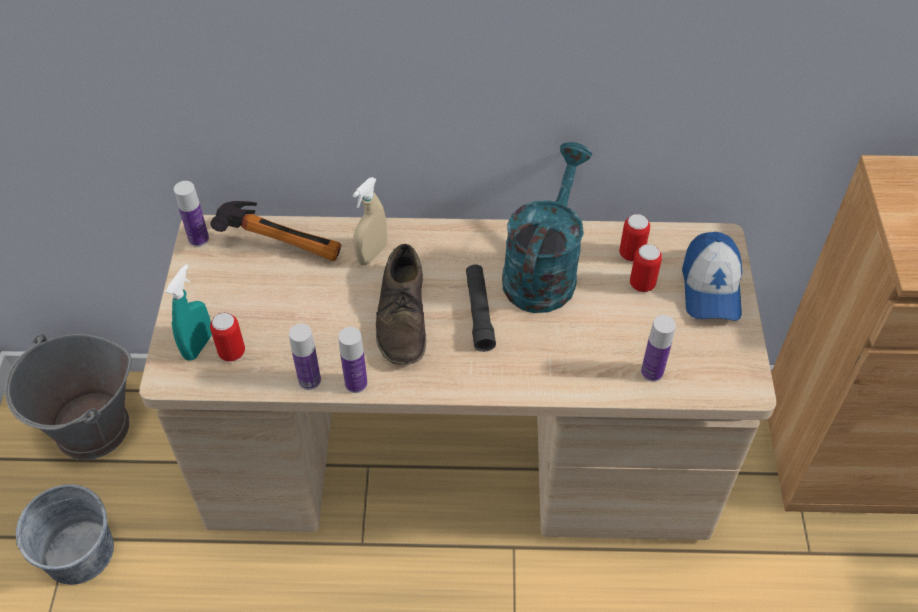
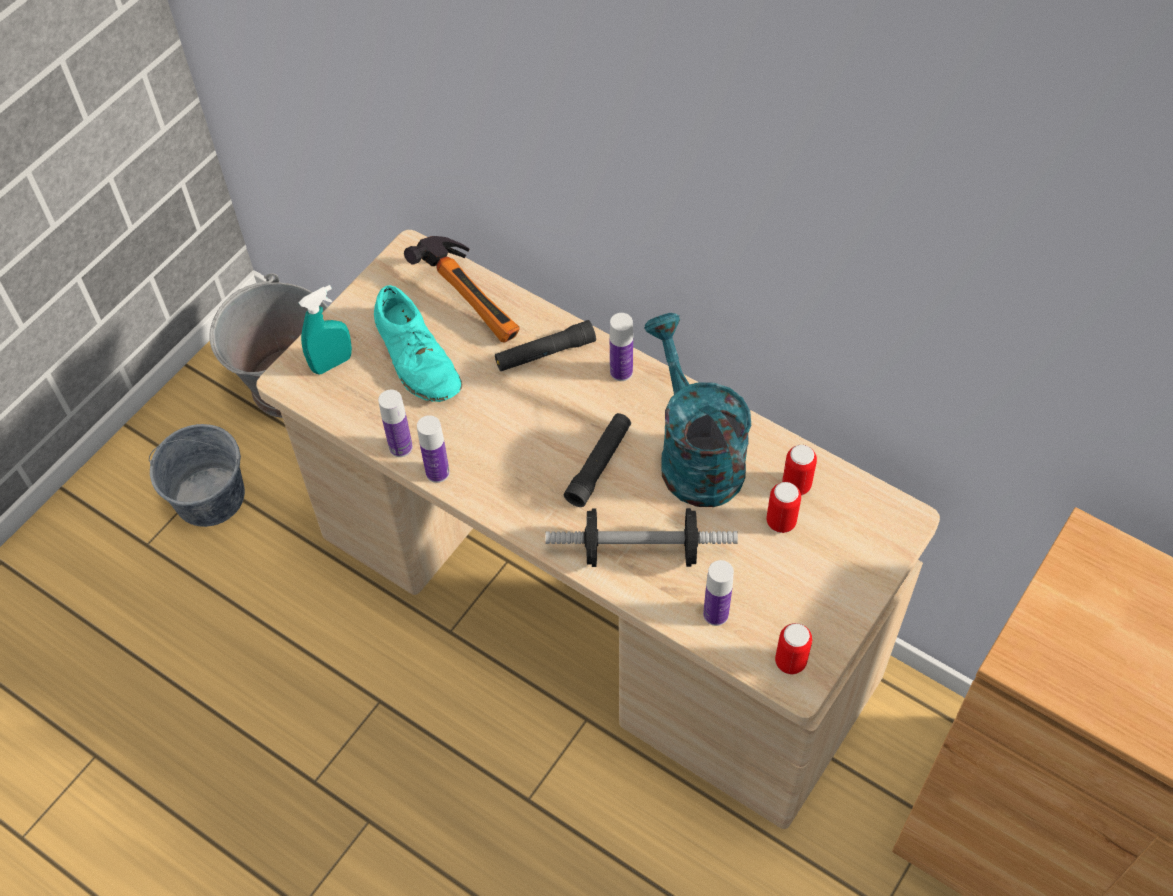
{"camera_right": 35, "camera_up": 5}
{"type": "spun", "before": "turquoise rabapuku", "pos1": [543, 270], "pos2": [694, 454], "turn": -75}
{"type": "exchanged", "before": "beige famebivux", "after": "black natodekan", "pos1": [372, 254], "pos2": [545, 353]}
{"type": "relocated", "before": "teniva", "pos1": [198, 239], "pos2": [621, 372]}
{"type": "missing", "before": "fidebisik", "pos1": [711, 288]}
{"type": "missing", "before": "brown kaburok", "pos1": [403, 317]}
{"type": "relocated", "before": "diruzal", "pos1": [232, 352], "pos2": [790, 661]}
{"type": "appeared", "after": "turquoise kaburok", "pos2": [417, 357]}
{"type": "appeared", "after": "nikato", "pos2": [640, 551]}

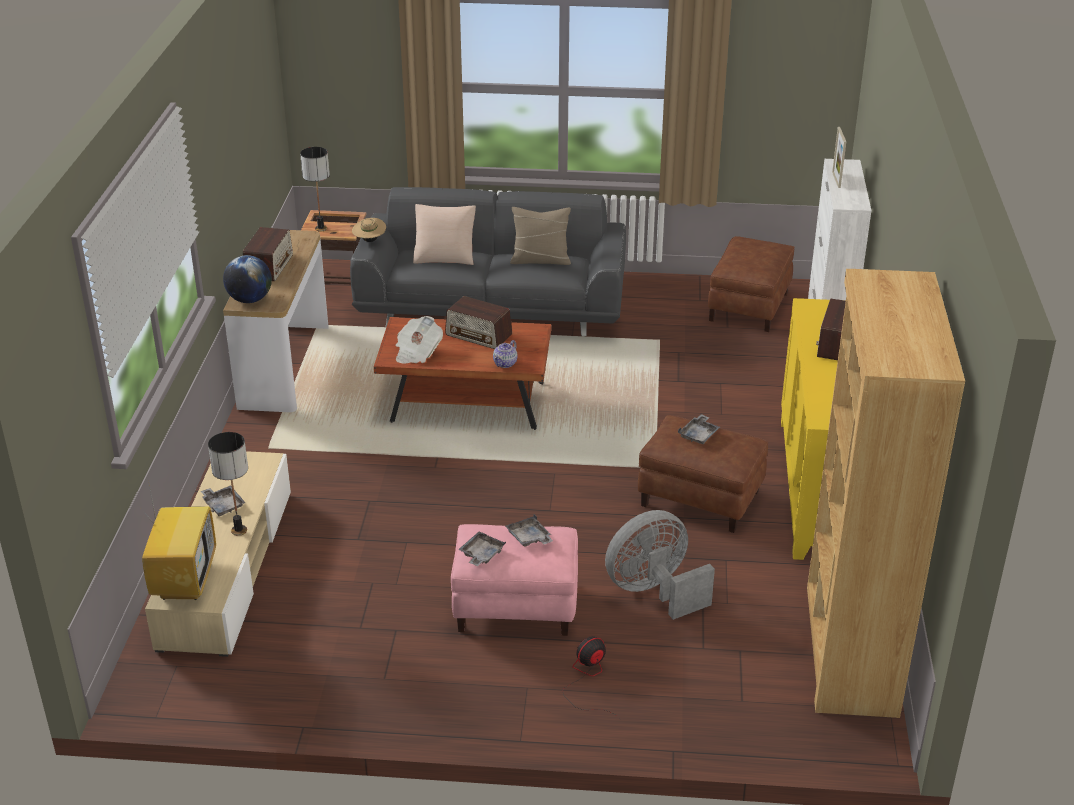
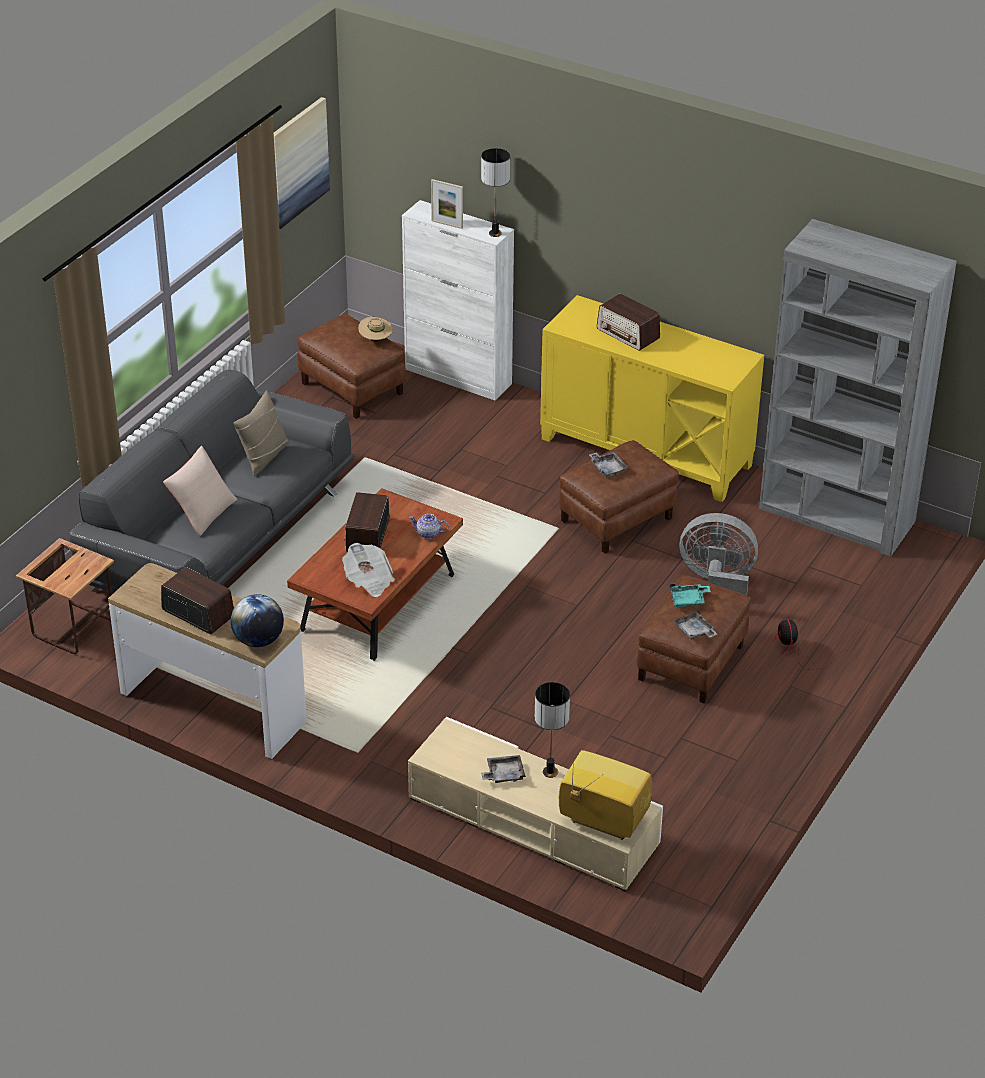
{"camera_right": -65, "camera_up": 5}
{"type": "relocated", "before": "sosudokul", "pos1": [320, 228], "pos2": [494, 233]}
{"type": "relocated", "before": "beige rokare", "pos1": [369, 240], "pos2": [376, 340]}
{"type": "colour", "before": "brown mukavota", "after": "grey mukavota", "pos1": [849, 650], "pos2": [837, 516]}
{"type": "spun", "before": "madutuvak", "pos1": [479, 335], "pos2": [367, 535], "turn": 135}
{"type": "spun", "before": "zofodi", "pos1": [505, 363], "pos2": [429, 534], "turn": 135}
{"type": "spun", "before": "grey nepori", "pos1": [654, 591], "pos2": [717, 584], "turn": 105}
{"type": "colour", "before": "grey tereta", "after": "turquoise tereta", "pos1": [529, 538], "pos2": [688, 600]}
{"type": "colour", "before": "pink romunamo", "after": "brown romunamo", "pos1": [515, 607], "pos2": [691, 663]}
{"type": "appeared", "after": "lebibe", "pos2": [298, 162]}

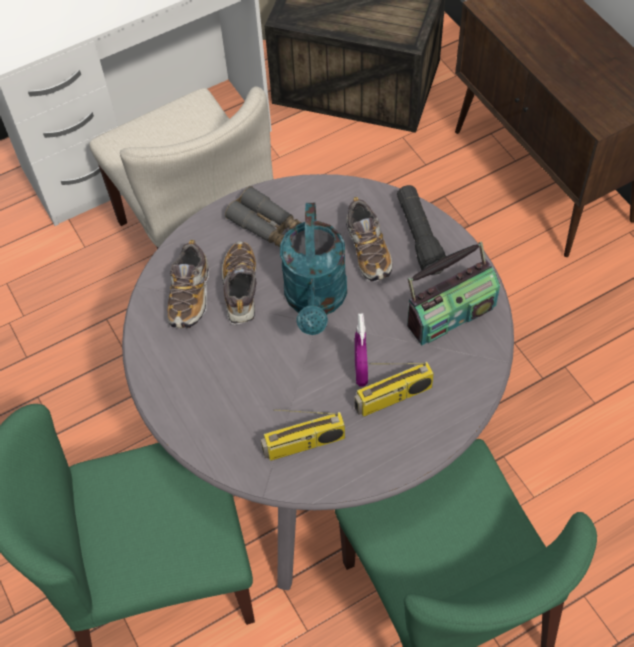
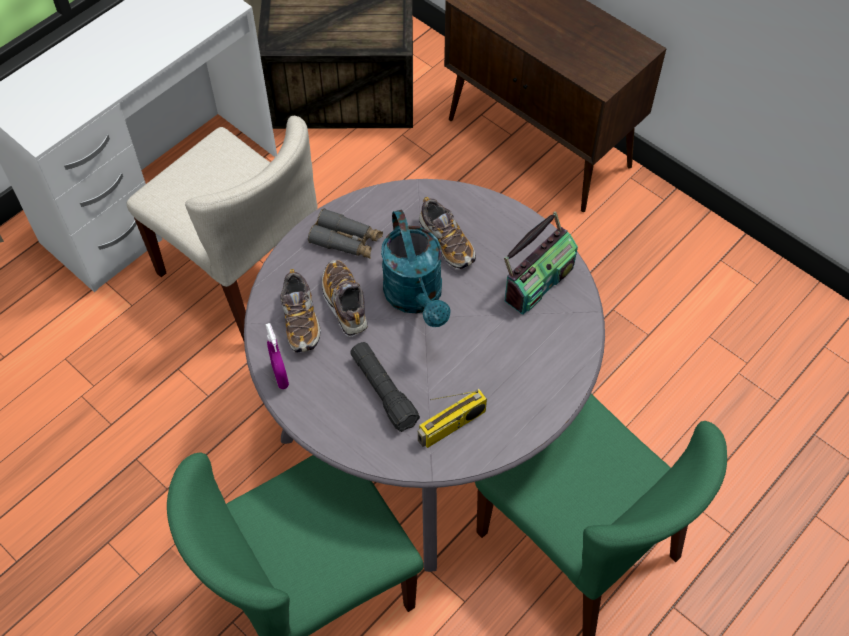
{"camera_right": -20, "camera_up": 0}
{"type": "relocated", "before": "black natodekan", "pos1": [419, 236], "pos2": [383, 391]}
{"type": "relocated", "before": "purple famebivux", "pos1": [361, 372], "pos2": [280, 376]}
{"type": "missing", "before": "madutuvak", "pos1": [393, 398]}

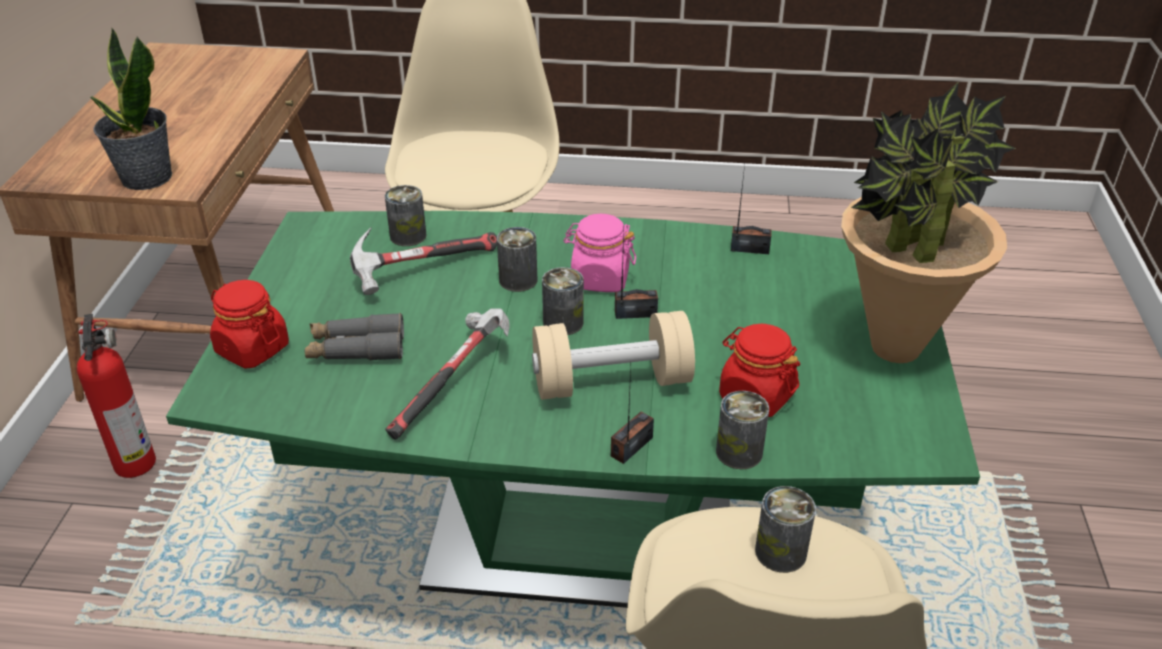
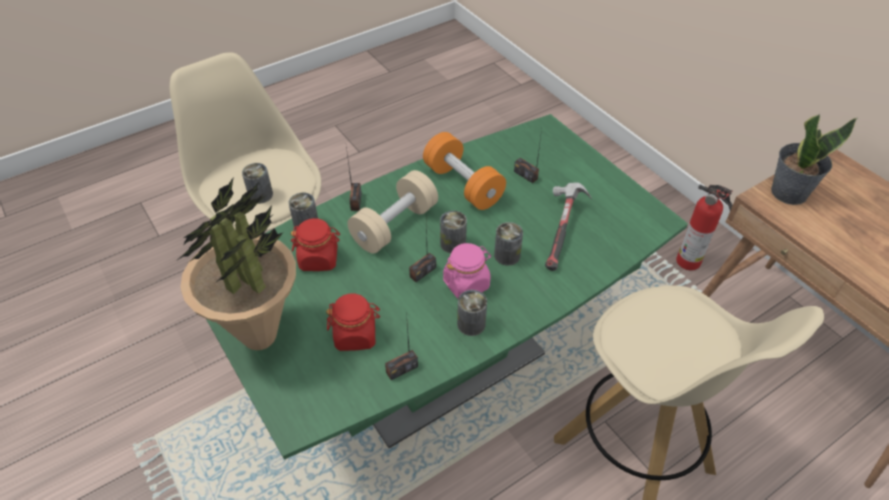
{"camera_right": 140, "camera_up": 10}
{"type": "relocated", "before": "diruzal", "pos1": [408, 236], "pos2": [471, 324]}
{"type": "relocated", "before": "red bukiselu", "pos1": [252, 349], "pos2": [355, 335]}
{"type": "exchanged", "before": "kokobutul", "after": "orange nikato", "pos1": [453, 383], "pos2": [463, 185]}
{"type": "exchanged", "before": "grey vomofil", "after": "madutuvak", "pos1": [356, 349], "pos2": [525, 175]}

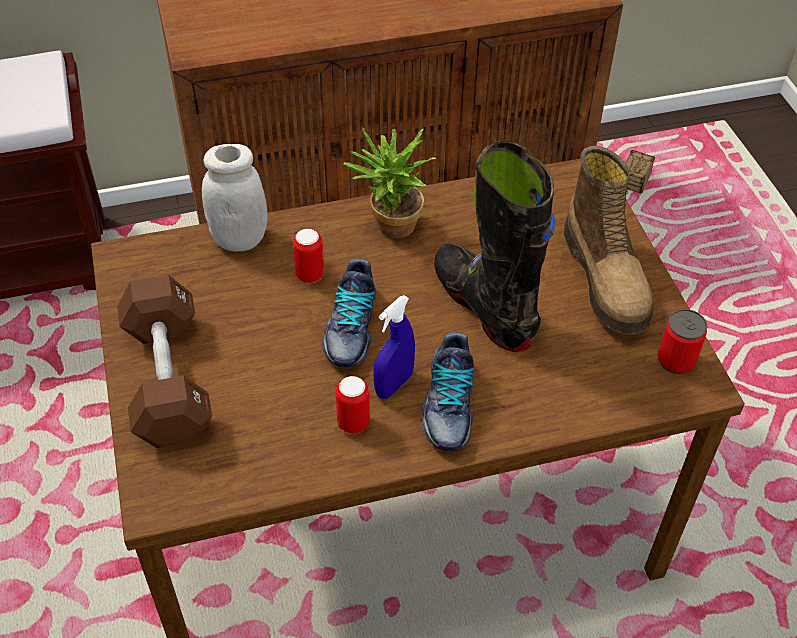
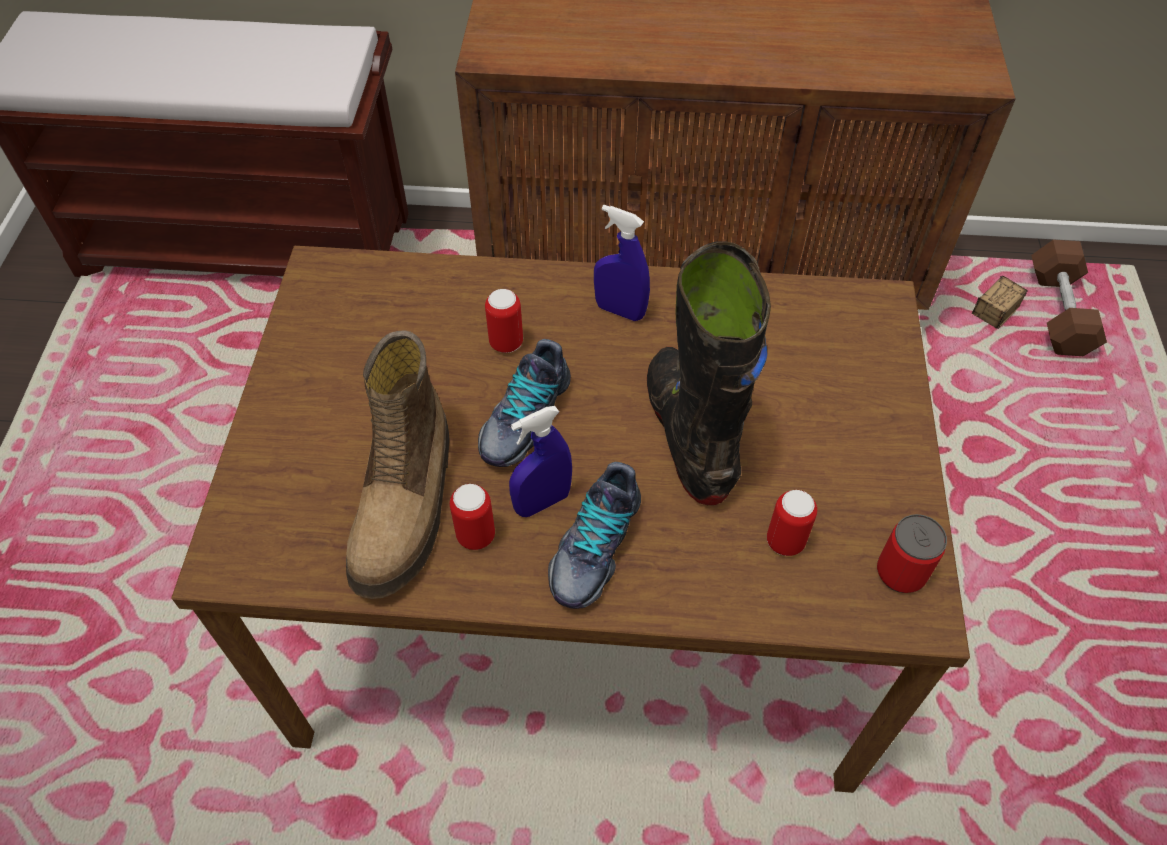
{"camera_right": 20, "camera_up": 5}
{"type": "exchanged", "before": "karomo", "after": "blue famebivux", "pos1": [389, 229], "pos2": [620, 311]}
{"type": "missing", "before": "white bukiselu", "pos1": [239, 239]}
{"type": "relocated", "before": "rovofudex", "pos1": [607, 278], "pos2": [406, 504]}
{"type": "relocated", "before": "brown nikato", "pos1": [167, 379], "pos2": [1058, 312]}
{"type": "appeared", "after": "diruzal", "pos2": [785, 542]}

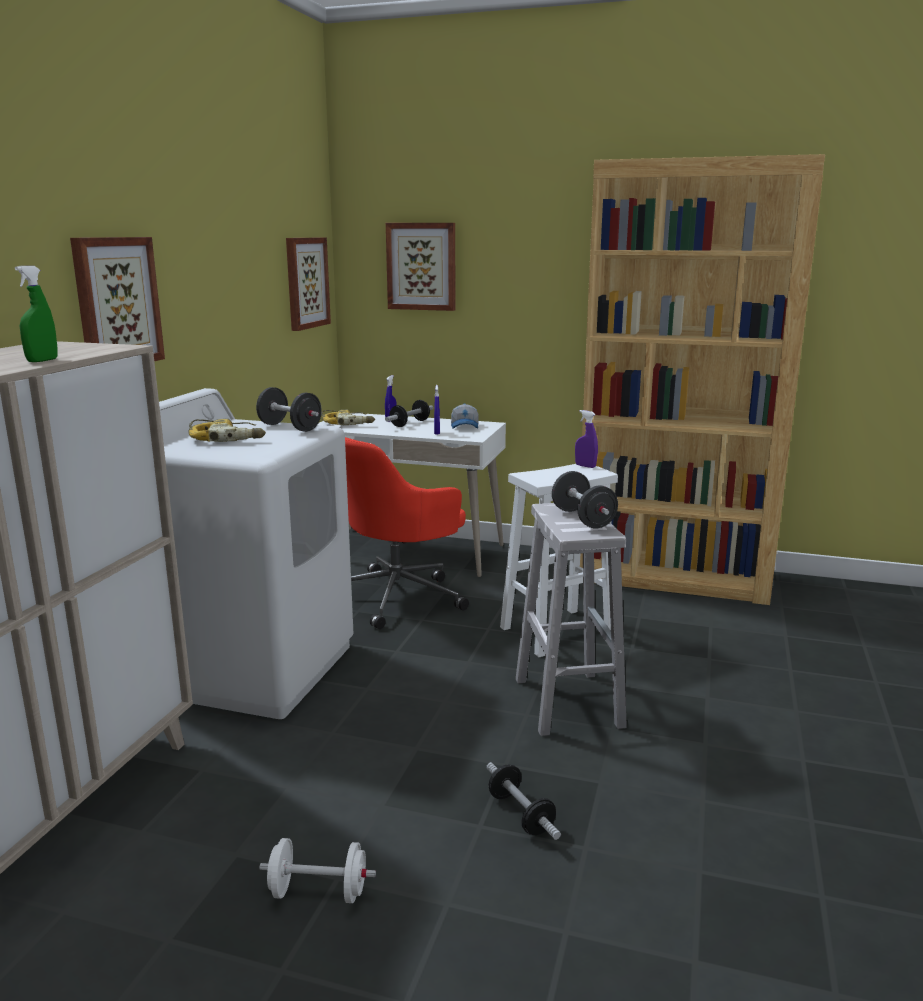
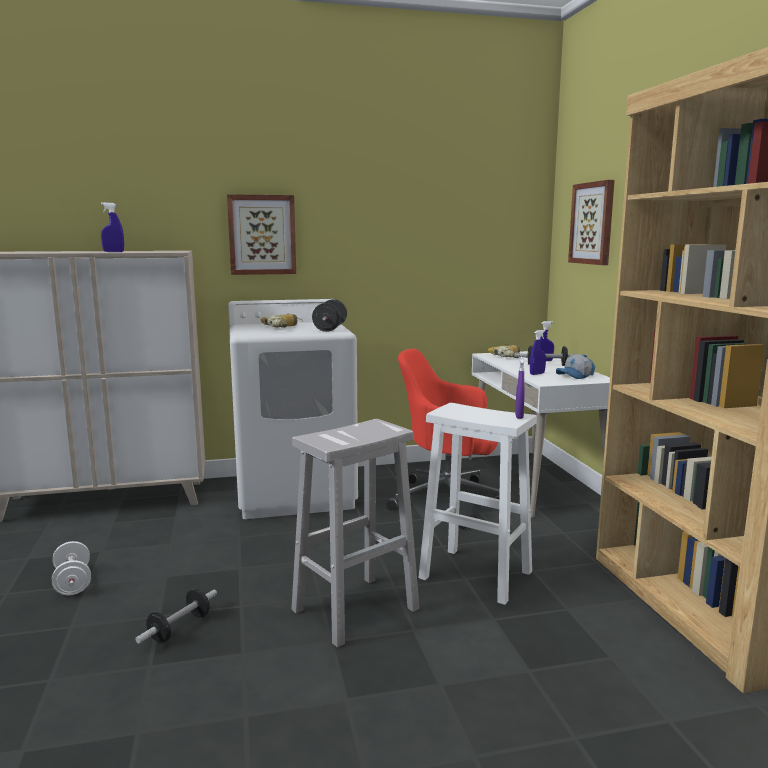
{"camera_right": 60, "camera_up": -5}
{"type": "missing", "before": "lebibe", "pos1": [306, 283]}
{"type": "colour", "before": "green famebivux", "after": "blue famebivux", "pos1": [42, 360], "pos2": [113, 252]}
{"type": "missing", "before": "black nikato", "pos1": [583, 519]}

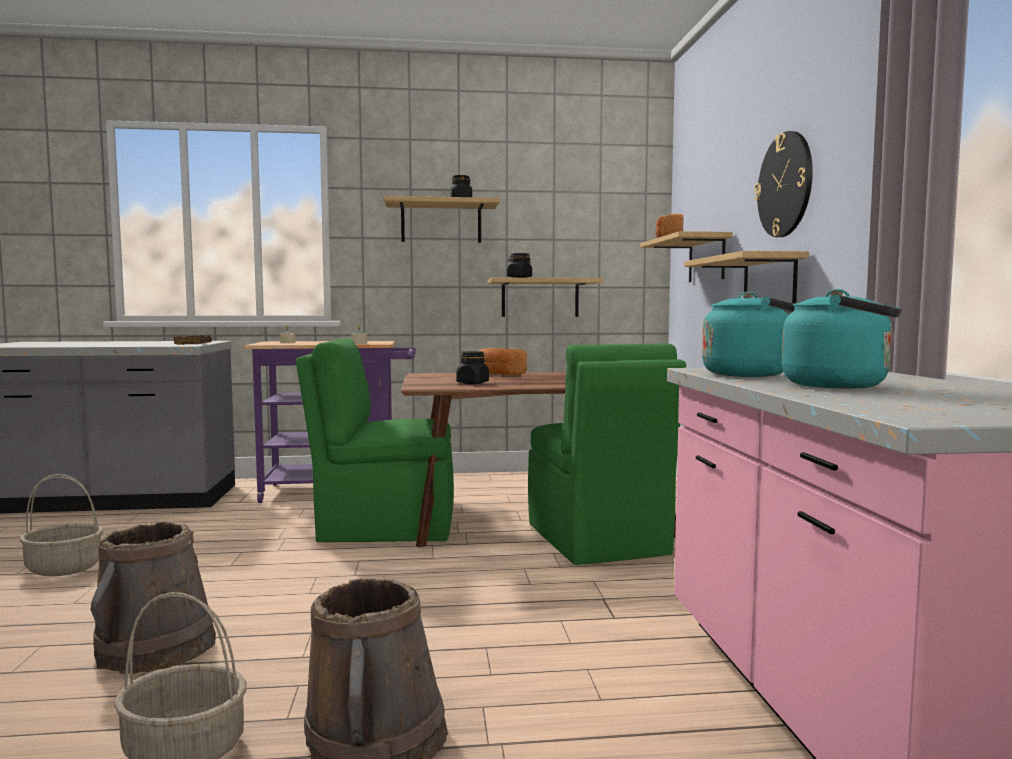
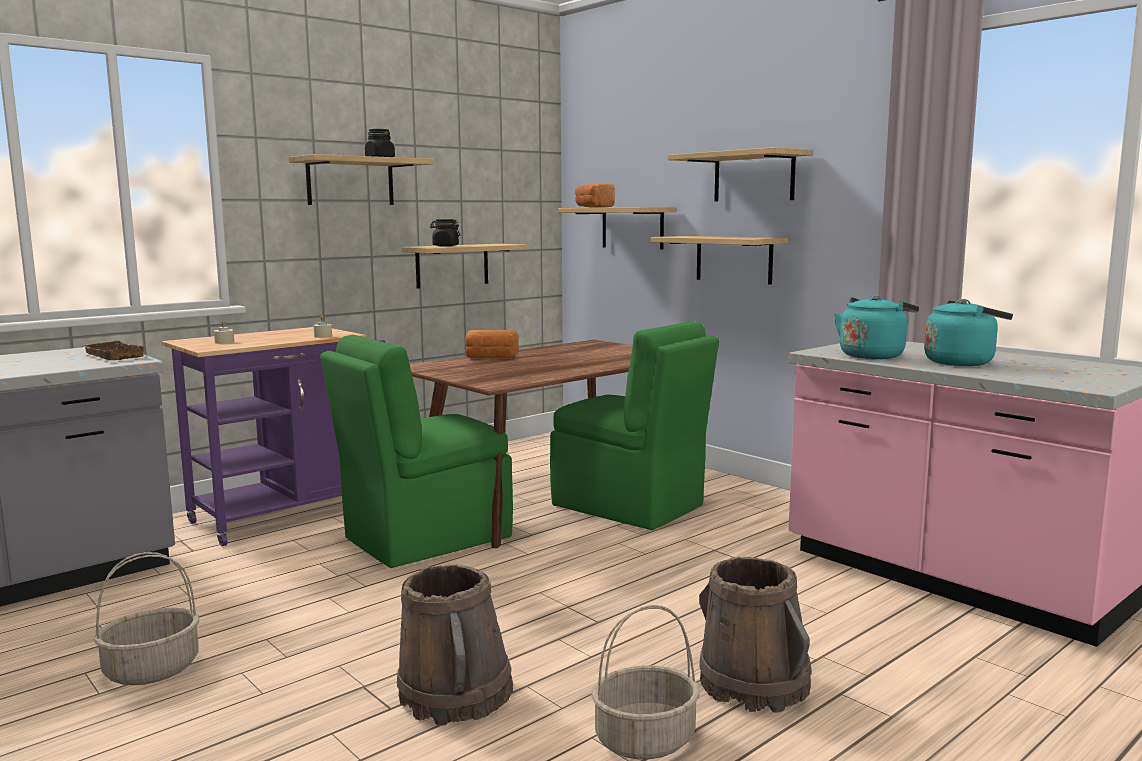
{"camera_right": -35, "camera_up": 5}
{"type": "exchanged", "before": "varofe", "after": "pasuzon", "pos1": [785, 185], "pos2": [753, 177]}
{"type": "missing", "before": "black bukiselu", "pos1": [472, 383]}

